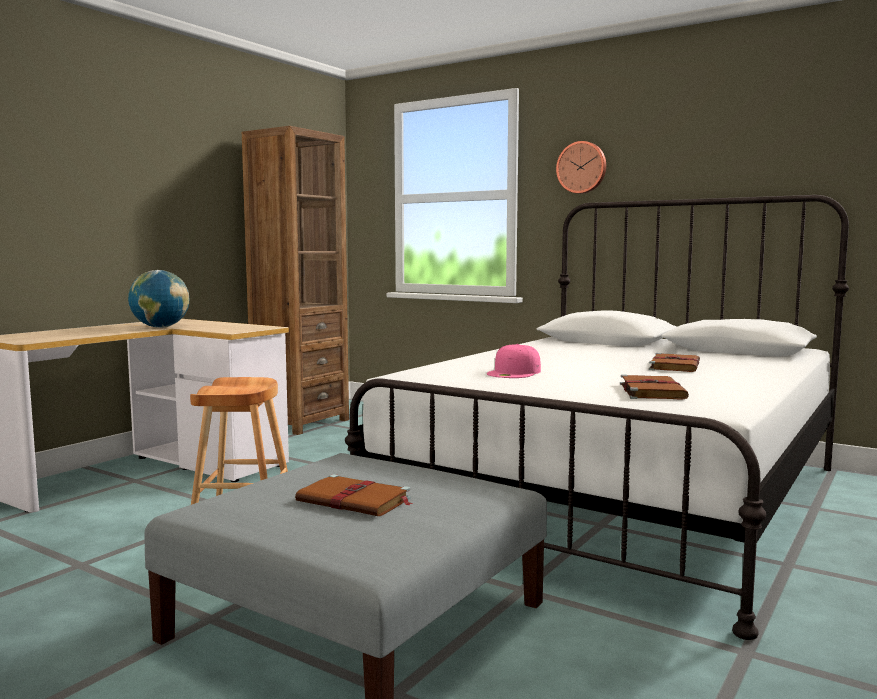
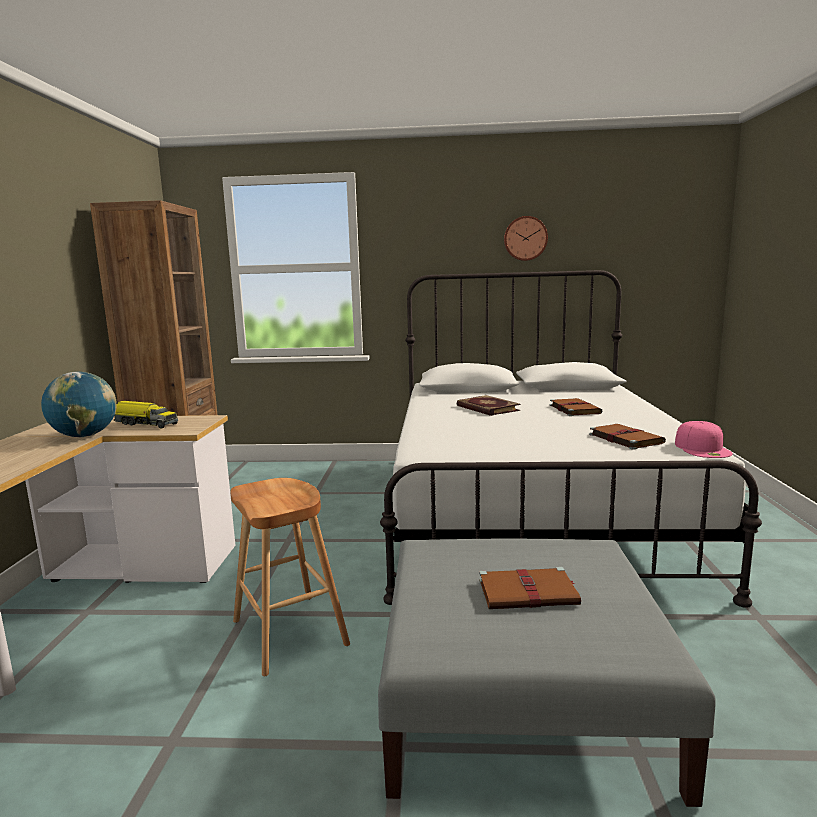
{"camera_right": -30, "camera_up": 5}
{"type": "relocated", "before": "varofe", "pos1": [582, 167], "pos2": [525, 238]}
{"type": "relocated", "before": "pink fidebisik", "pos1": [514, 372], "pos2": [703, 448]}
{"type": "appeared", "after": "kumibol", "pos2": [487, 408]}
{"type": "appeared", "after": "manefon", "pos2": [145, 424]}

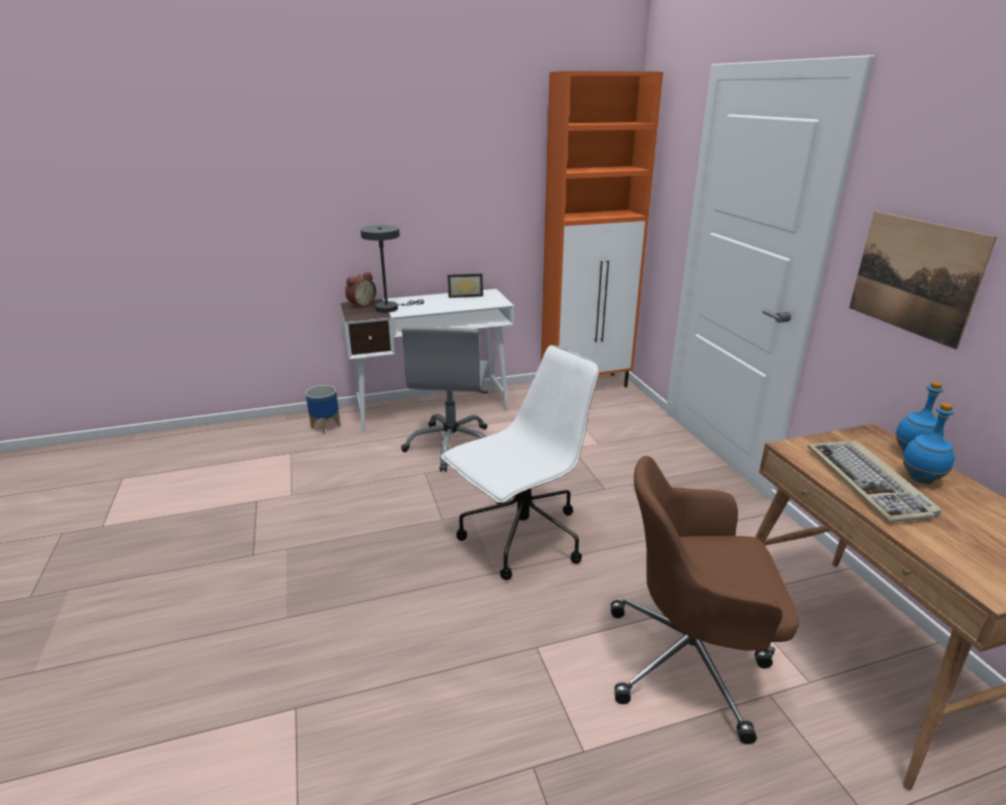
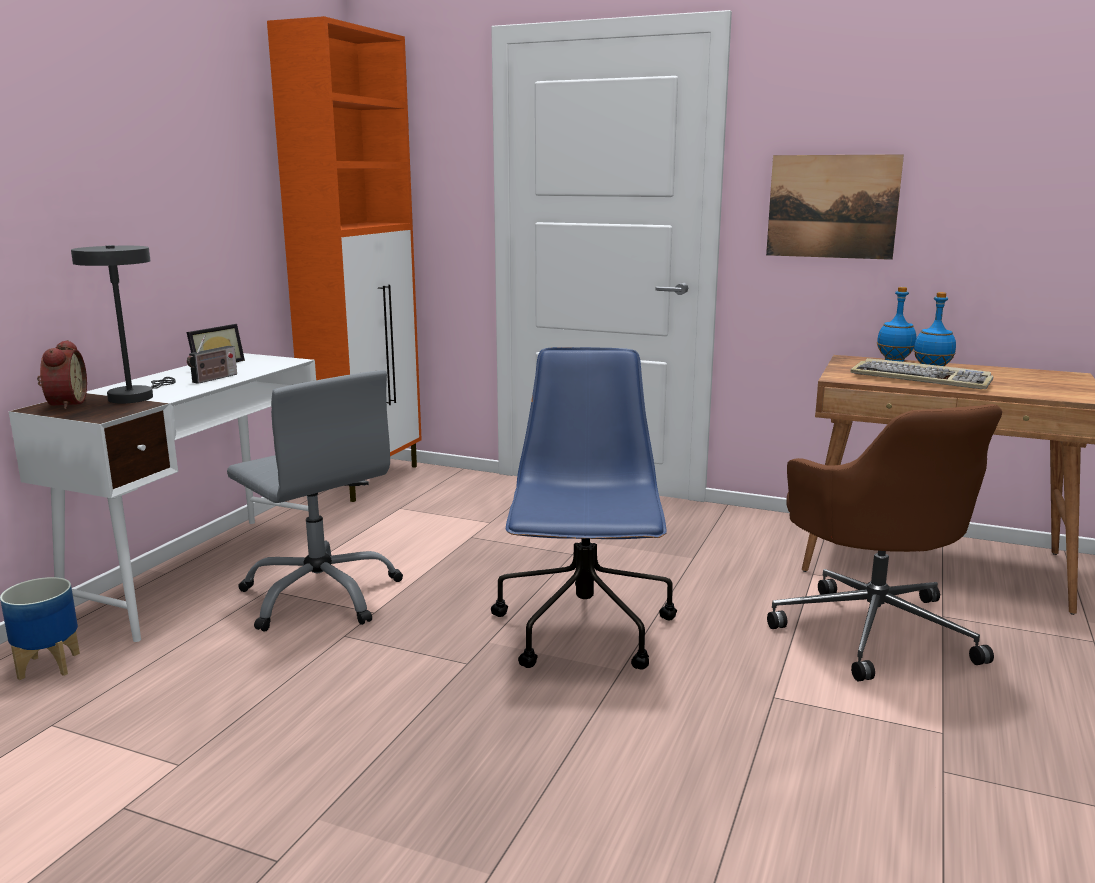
{"camera_right": -50, "camera_up": -10}
{"type": "colour", "before": "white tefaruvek", "after": "blue tefaruvek", "pos1": [521, 538], "pos2": [584, 631]}
{"type": "spun", "before": "brown tefaruvek", "pos1": [691, 661], "pos2": [873, 628], "turn": -60}
{"type": "appeared", "after": "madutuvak", "pos2": [213, 379]}

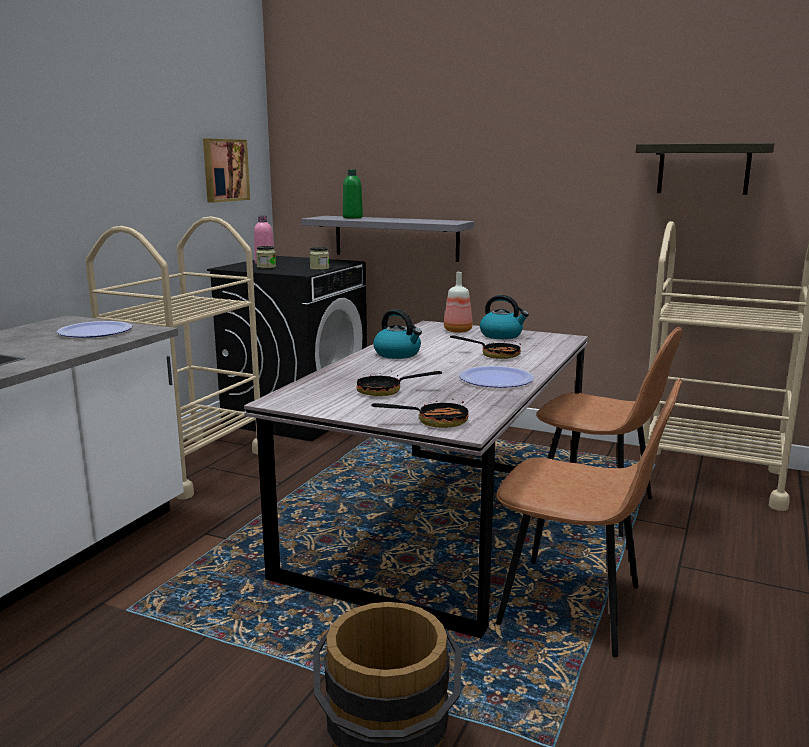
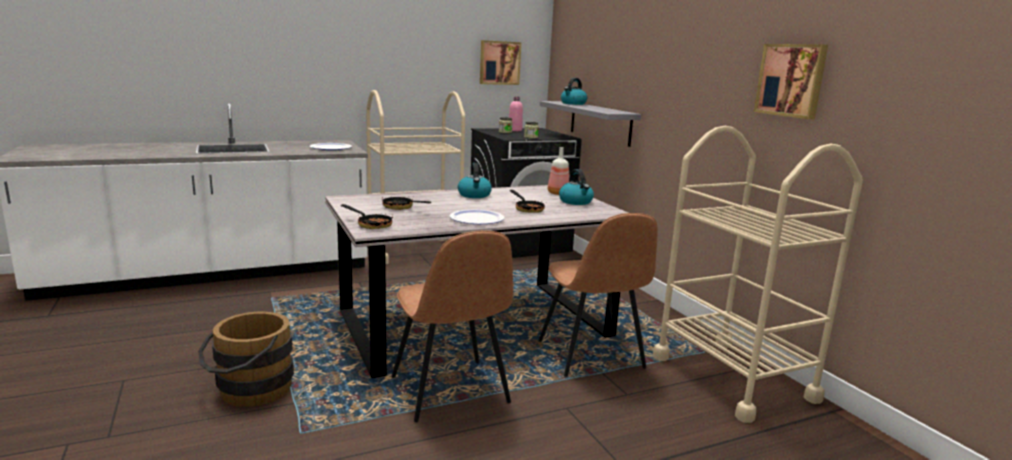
{"camera_right": 40, "camera_up": 0}
{"type": "exchanged", "before": "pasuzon", "after": "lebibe", "pos1": [703, 169], "pos2": [791, 80]}
{"type": "exchanged", "before": "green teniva", "after": "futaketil", "pos1": [352, 217], "pos2": [573, 103]}

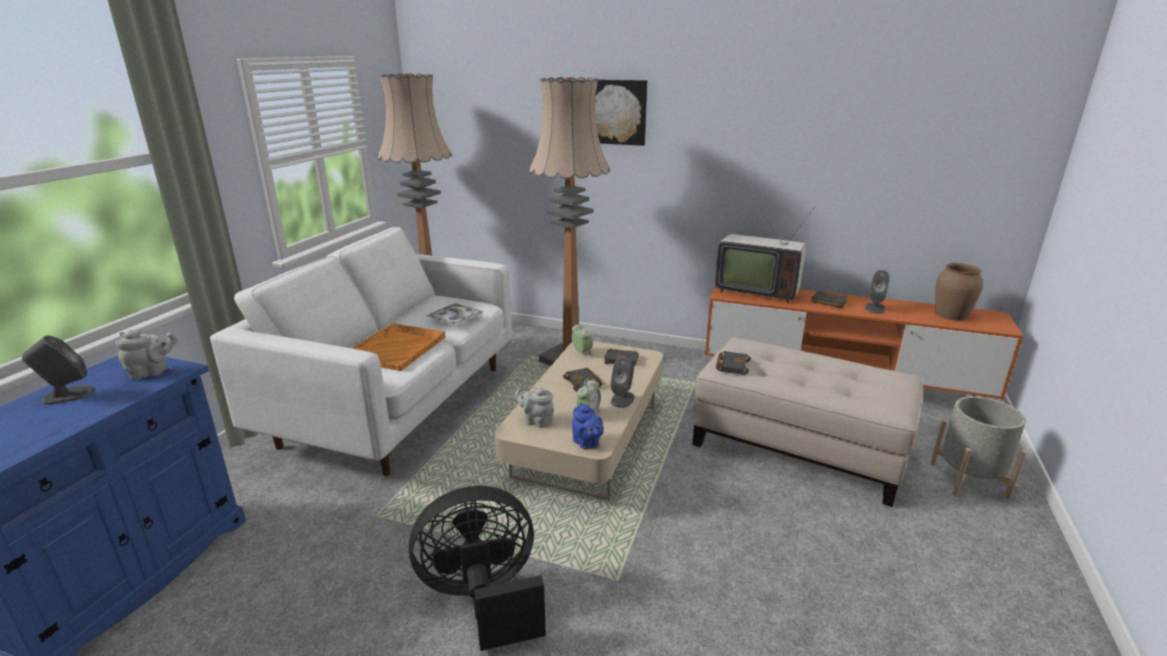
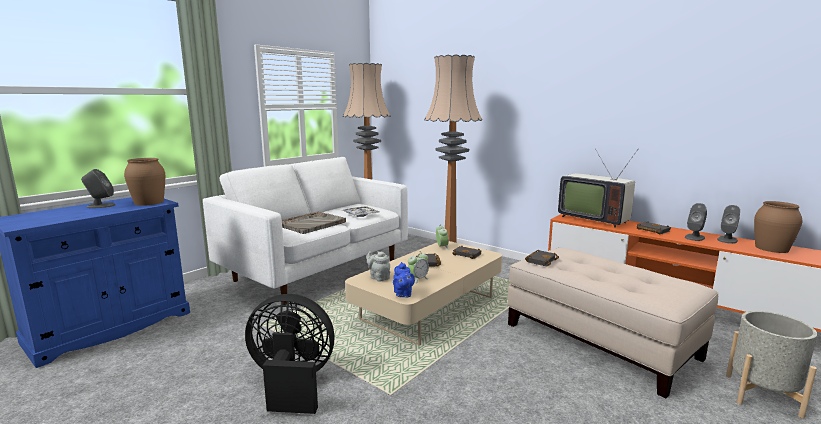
{"camera_right": 20, "camera_up": -10}
{"type": "missing", "before": "lebibe", "pos1": [617, 112]}
{"type": "colour", "before": "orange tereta", "after": "grey tereta", "pos1": [397, 347], "pos2": [312, 223]}
{"type": "exchanged", "before": "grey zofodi", "after": "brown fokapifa", "pos1": [152, 372], "pos2": [148, 202]}
{"type": "relocated", "before": "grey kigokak", "pos1": [622, 399], "pos2": [727, 240]}

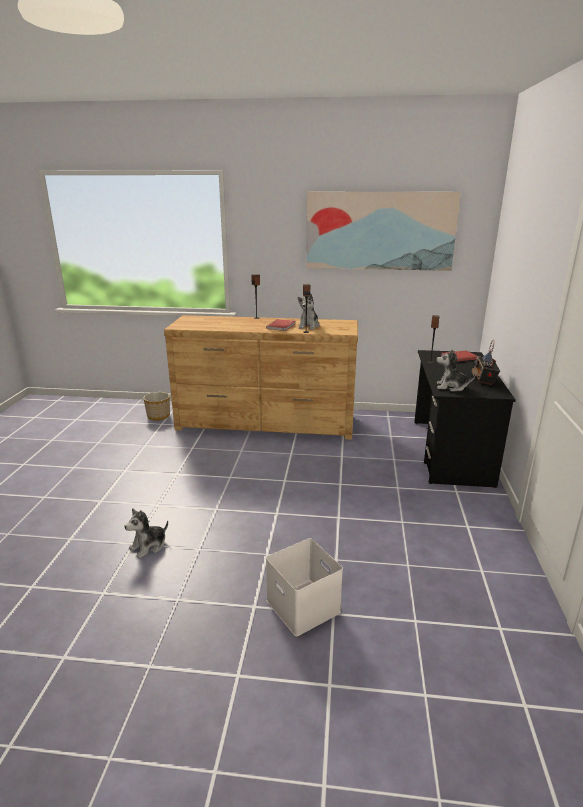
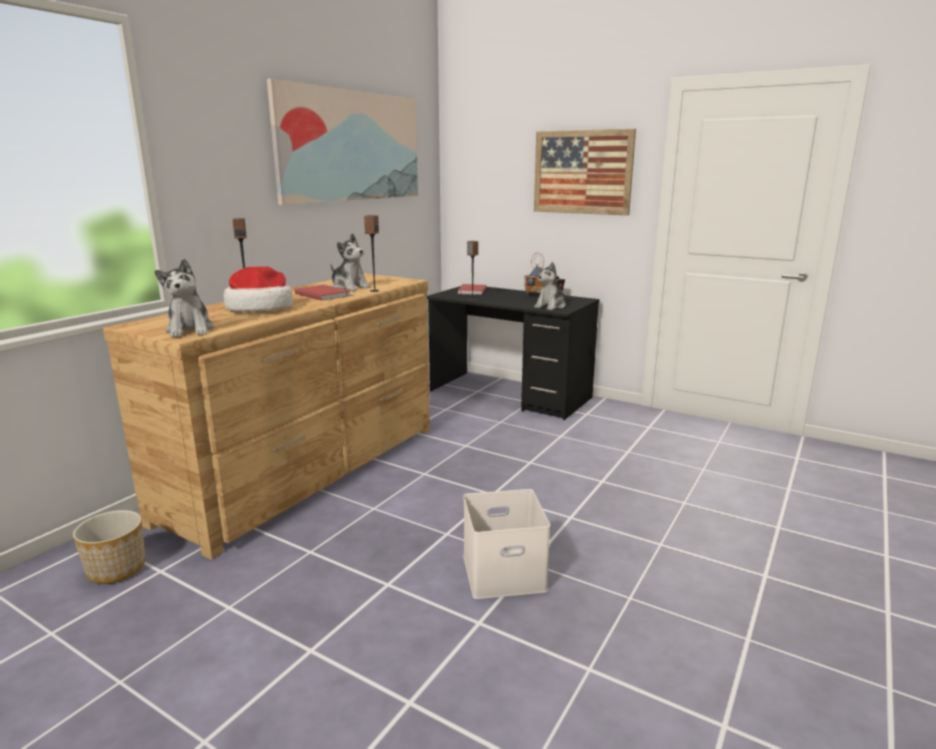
{"camera_right": -65, "camera_up": -5}
{"type": "relocated", "before": "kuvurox", "pos1": [149, 546], "pos2": [190, 330]}
{"type": "relocated", "before": "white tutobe", "pos1": [305, 606], "pos2": [505, 571]}
{"type": "appeared", "after": "lebibe", "pos2": [582, 172]}
{"type": "appeared", "after": "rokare", "pos2": [260, 308]}

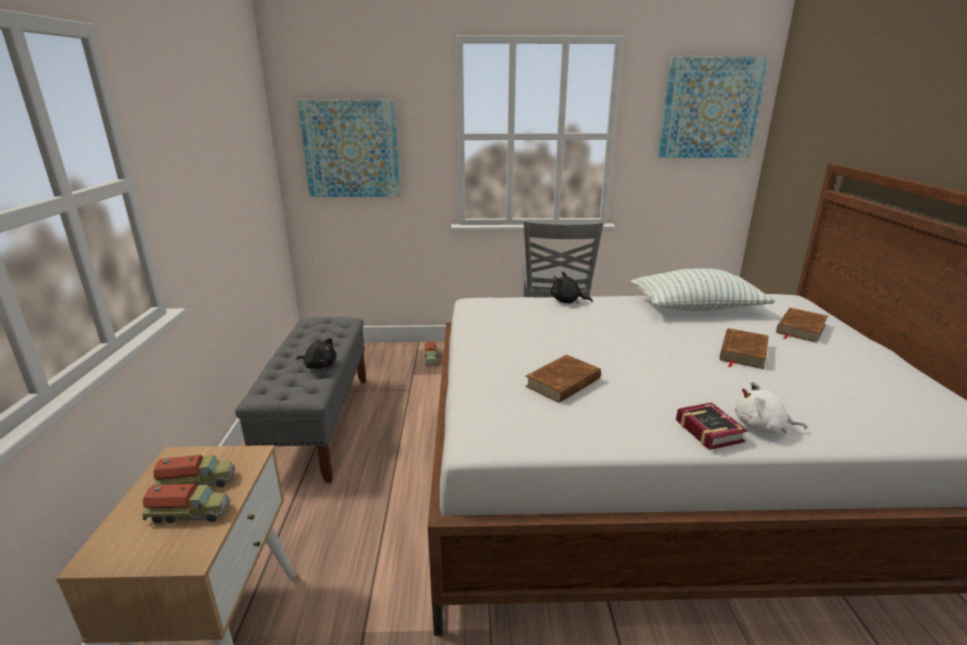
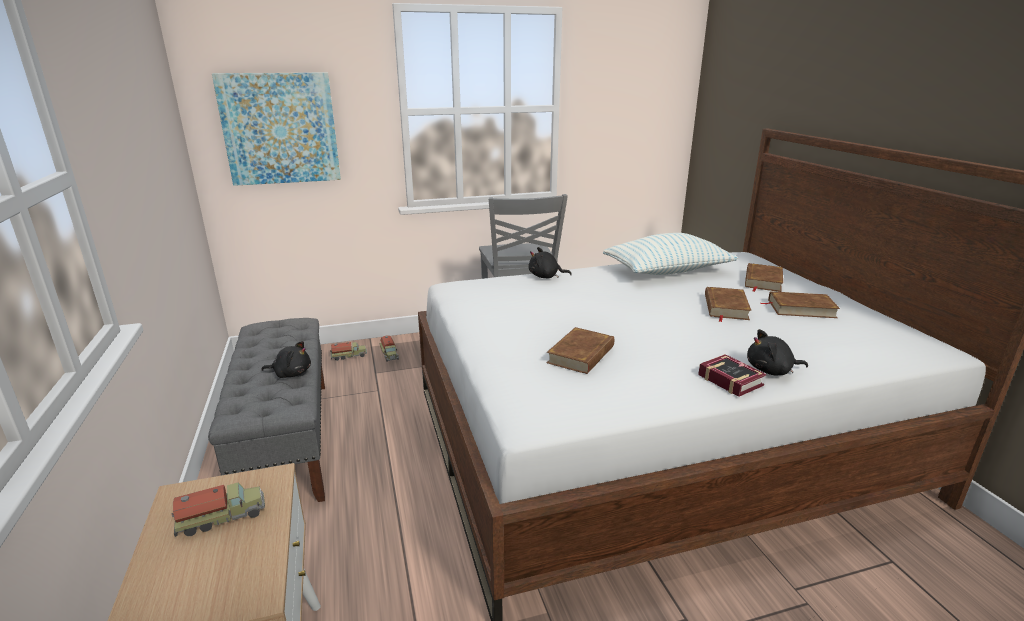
{"camera_right": -15, "camera_up": 0}
{"type": "missing", "before": "lebibe", "pos1": [710, 108]}
{"type": "colour", "before": "white kuvurox", "after": "black kuvurox", "pos1": [762, 427], "pos2": [771, 371]}
{"type": "relocated", "before": "manefon", "pos1": [190, 513], "pos2": [349, 356]}
{"type": "appeared", "after": "brown kumibol", "pos2": [800, 308]}

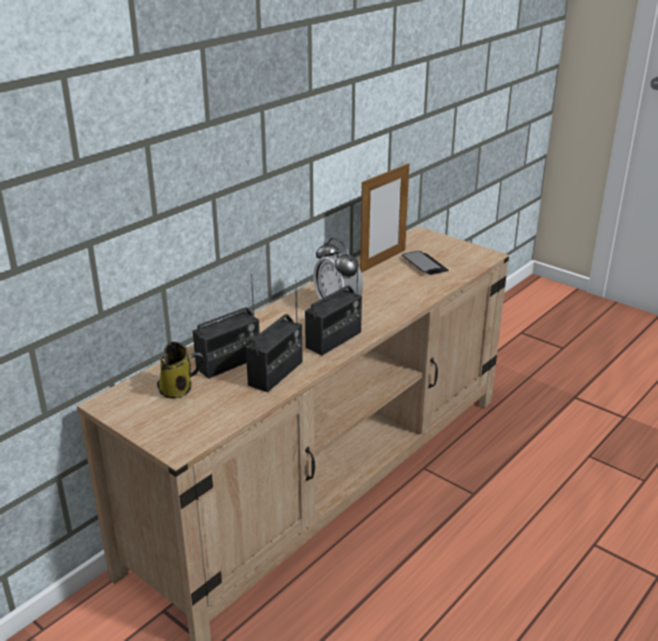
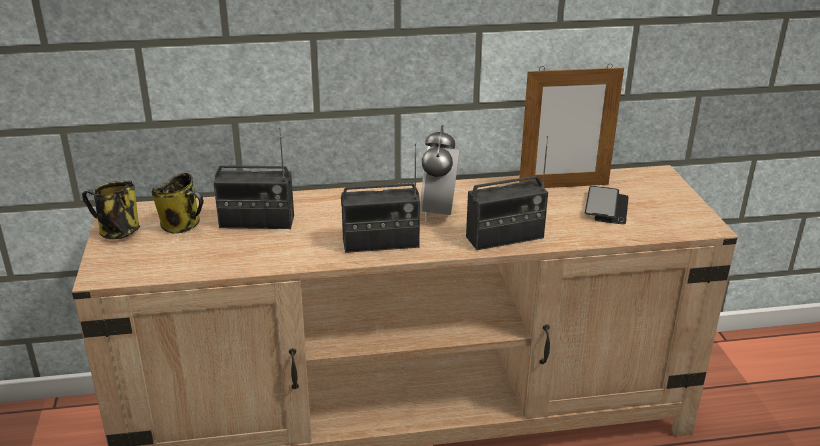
{"camera_right": 40, "camera_up": 0}
{"type": "relocated", "before": "madutuvak", "pos1": [276, 373], "pos2": [505, 237]}
{"type": "appeared", "after": "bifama", "pos2": [117, 233]}

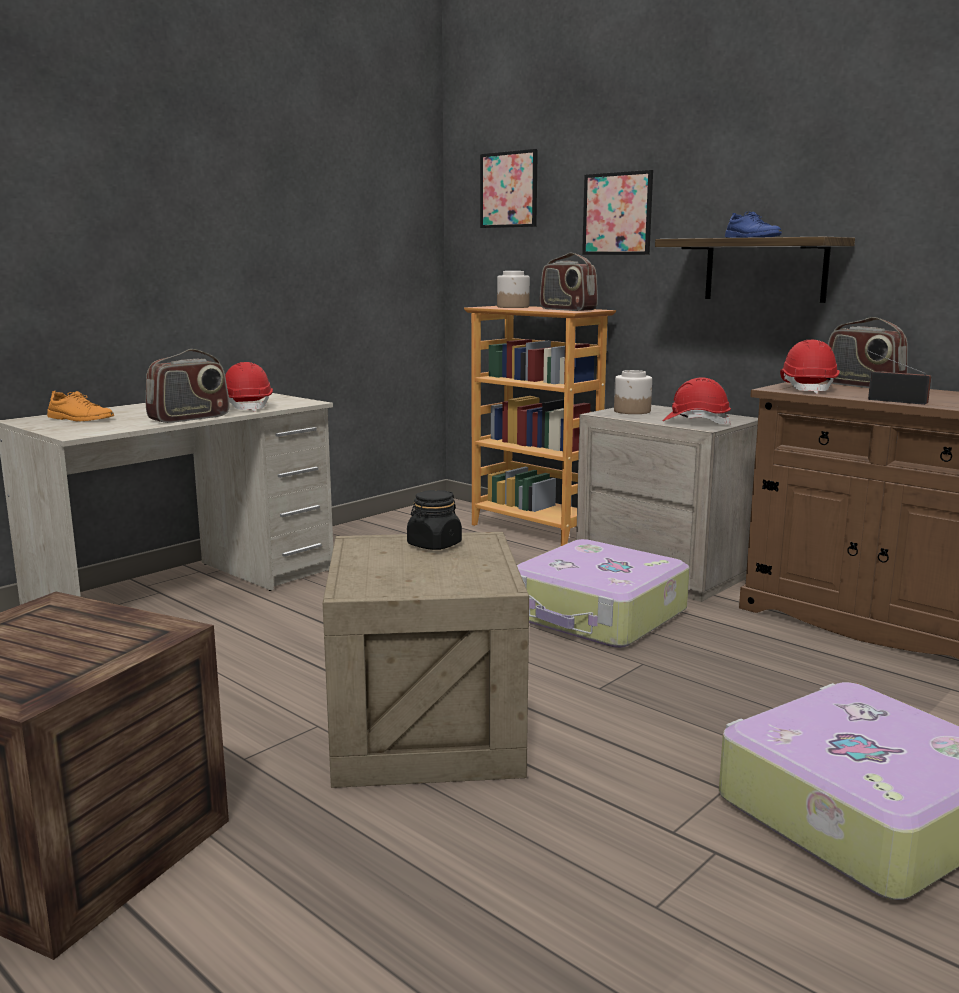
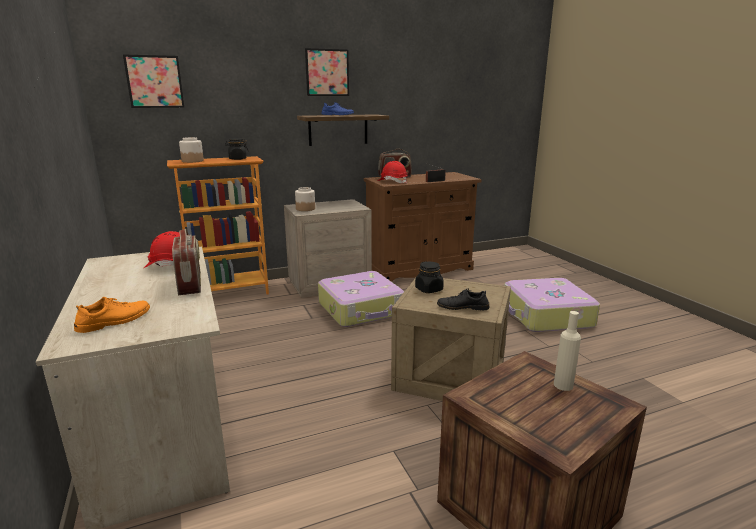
{"camera_right": -65, "camera_up": 5}
{"type": "relocated", "before": "lebibe", "pos1": [617, 214], "pos2": [327, 72]}
{"type": "exchanged", "before": "madutuvak", "after": "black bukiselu", "pos1": [567, 309], "pos2": [237, 159]}
{"type": "missing", "before": "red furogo", "pos1": [696, 422]}
{"type": "appeared", "after": "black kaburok", "pos2": [462, 307]}
{"type": "appeared", "after": "beige teniva", "pos2": [563, 385]}

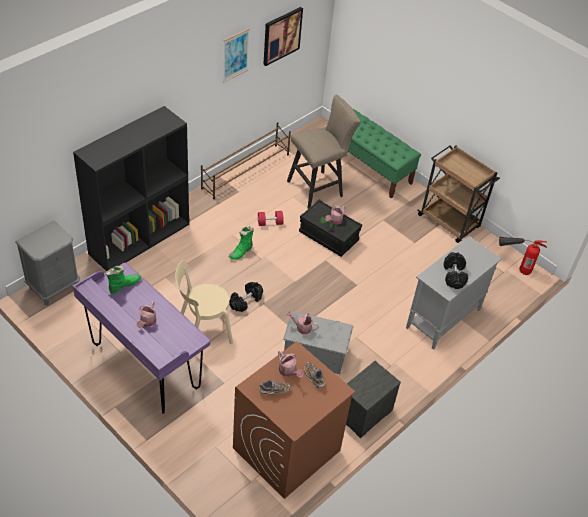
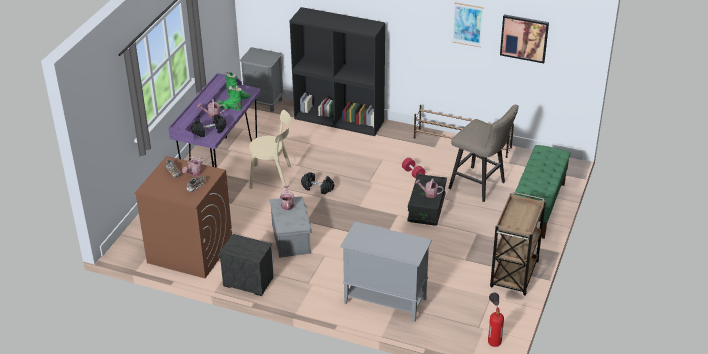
{"camera_right": 70, "camera_up": -10}
{"type": "relocated", "before": "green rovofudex", "pos1": [241, 252], "pos2": [230, 107]}
{"type": "relocated", "before": "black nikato", "pos1": [454, 276], "pos2": [209, 131]}
{"type": "spun", "before": "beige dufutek", "pos1": [202, 330], "pos2": [273, 177], "turn": 135}

